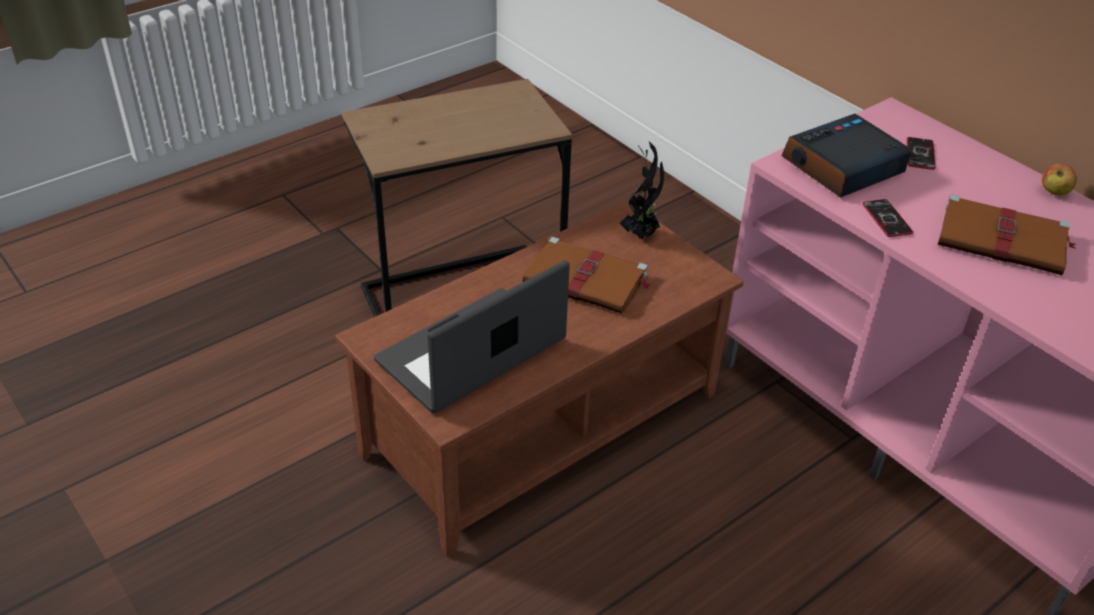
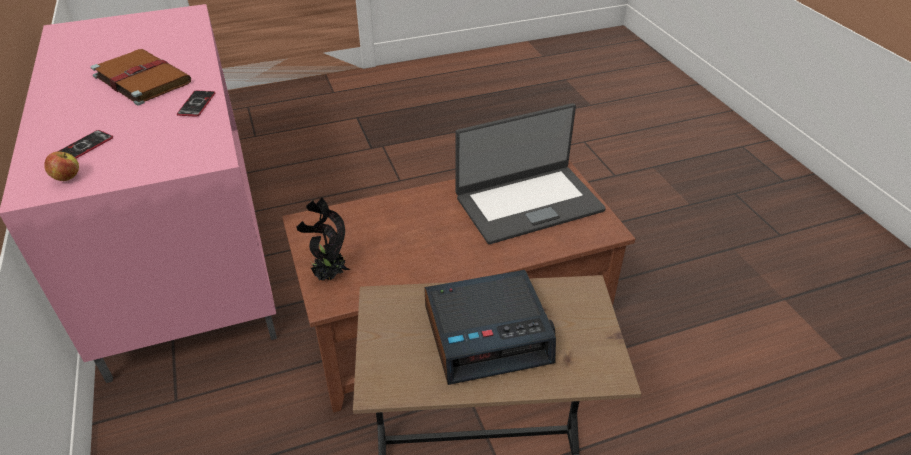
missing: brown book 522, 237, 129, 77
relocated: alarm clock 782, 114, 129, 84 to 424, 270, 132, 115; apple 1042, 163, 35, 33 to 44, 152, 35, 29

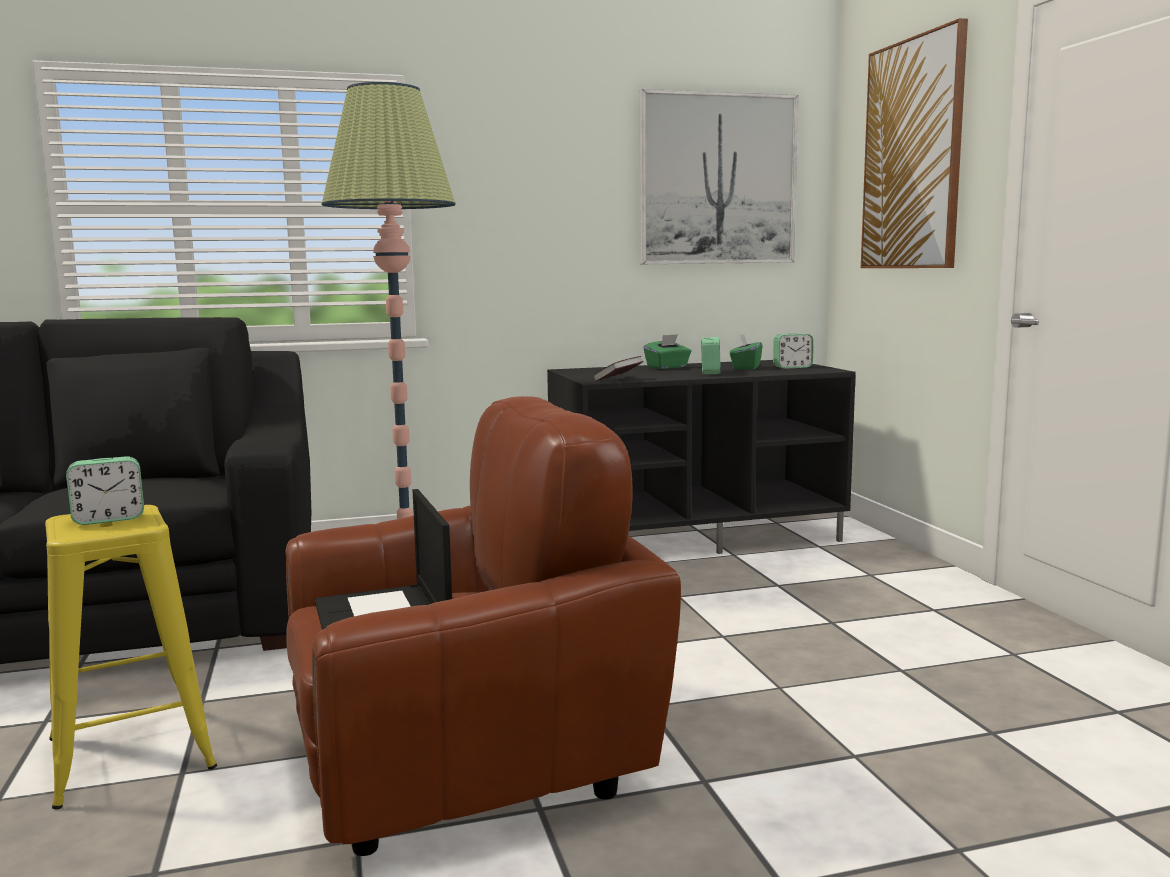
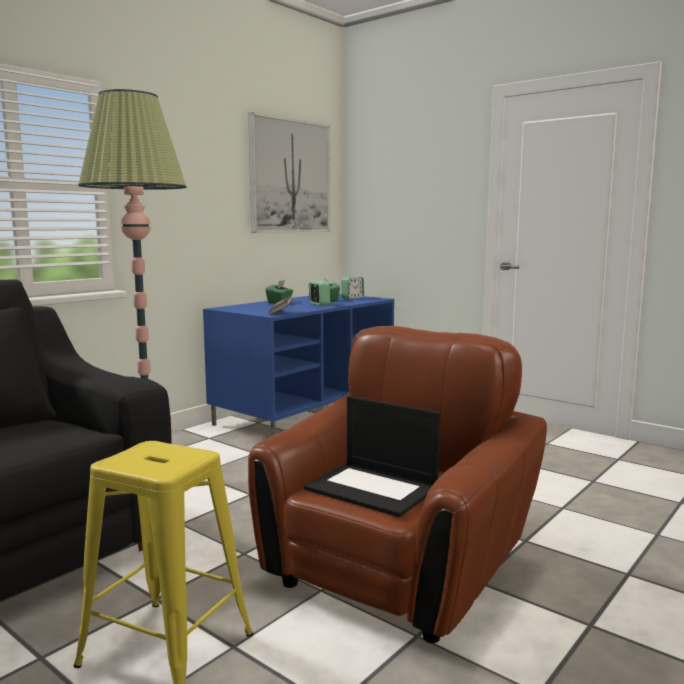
missing: alarm clock 66, 456, 78, 69; picture 861, 18, 107, 250
colour: black tv stand 547, 360, 309, 194 to blue tv stand 203, 294, 191, 142

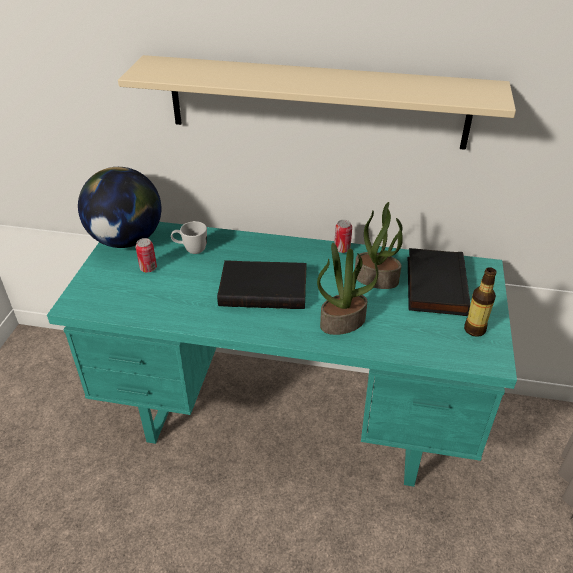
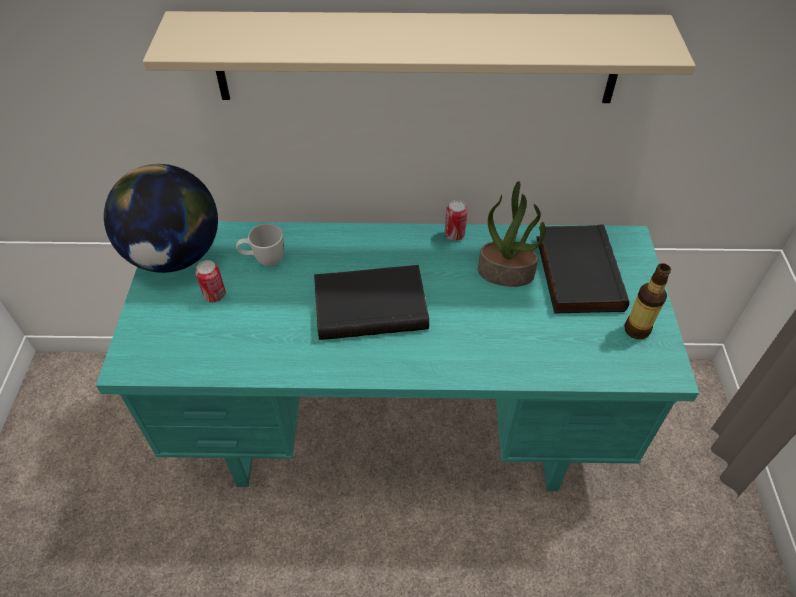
missing: potted plant 317, 243, 61, 92

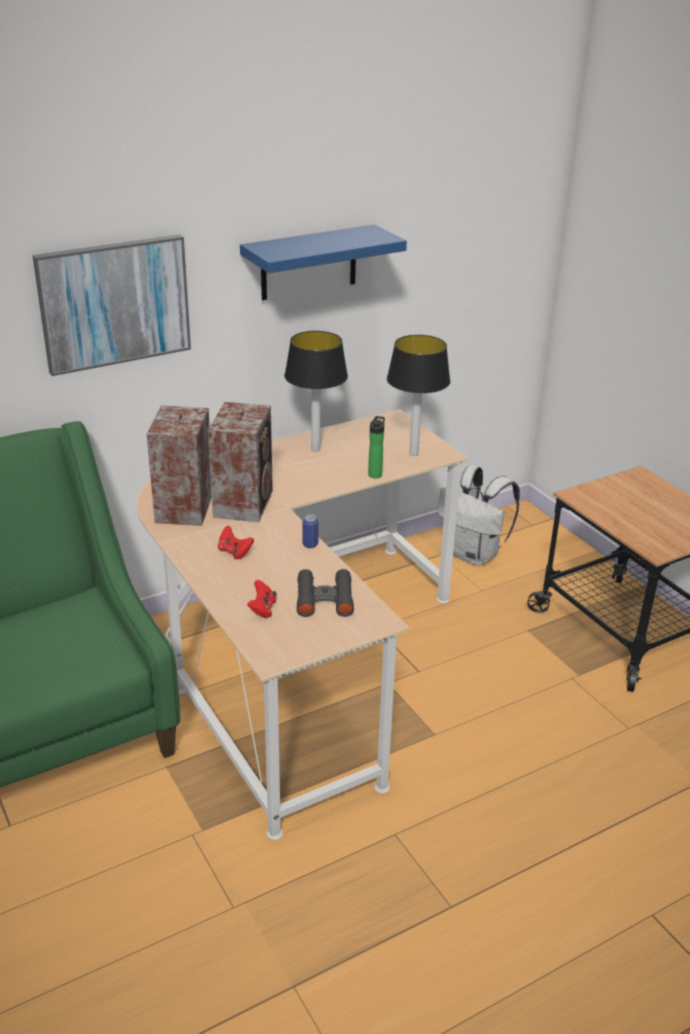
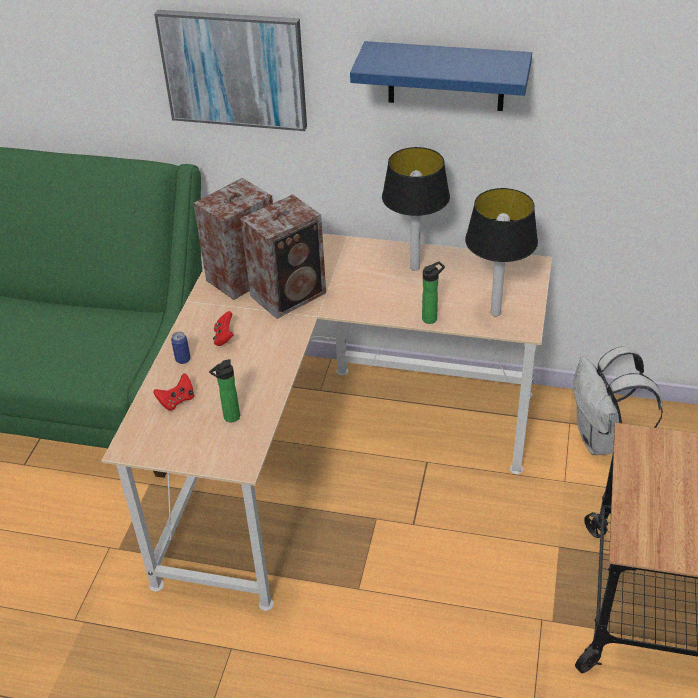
relocated: can 303, 514, 15, 34 to 171, 331, 19, 33
exchanged: black binoculars 297, 569, 57, 48 to bottle 209, 359, 31, 63

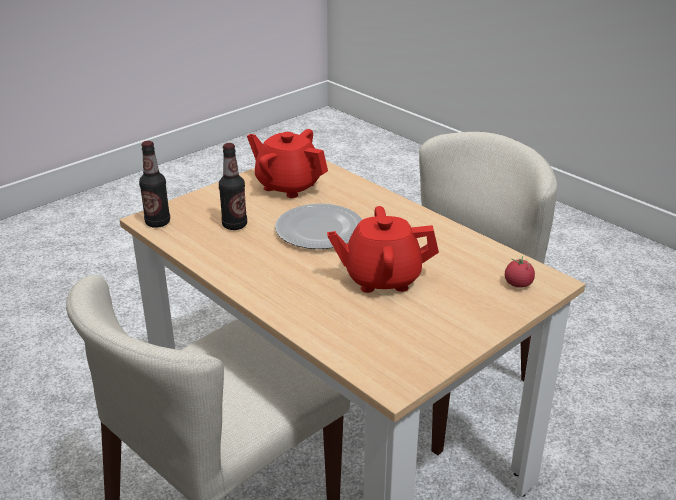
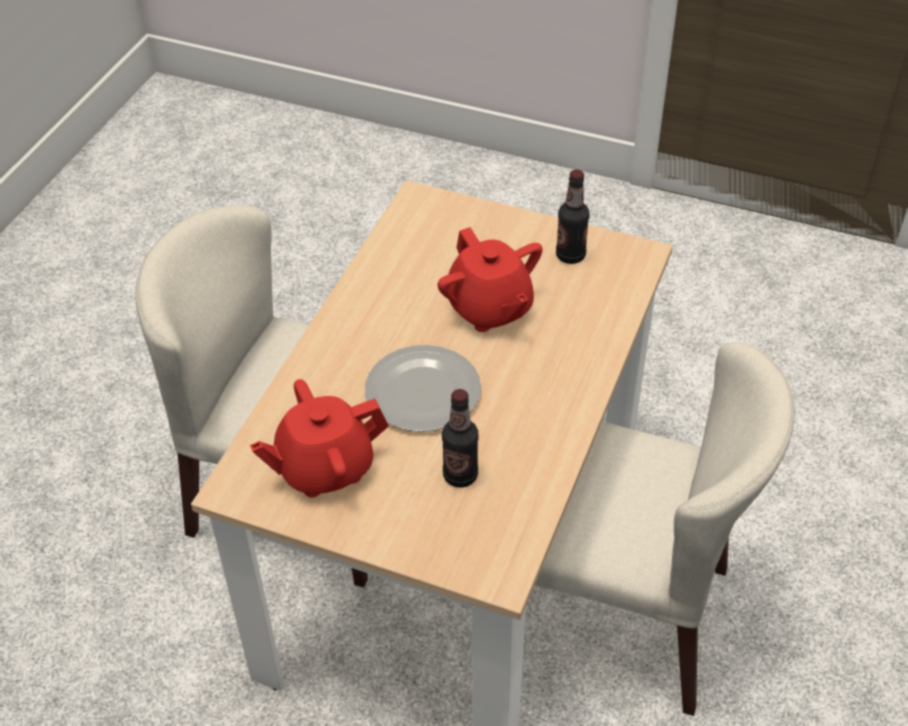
missing: tomato 505, 256, 30, 32
relocated: bottle 139, 141, 31, 87 to 556, 169, 33, 95
spun: red teapot 247, 129, 81, 69 = 250, 379, 139, 118 60 degrees clockwise

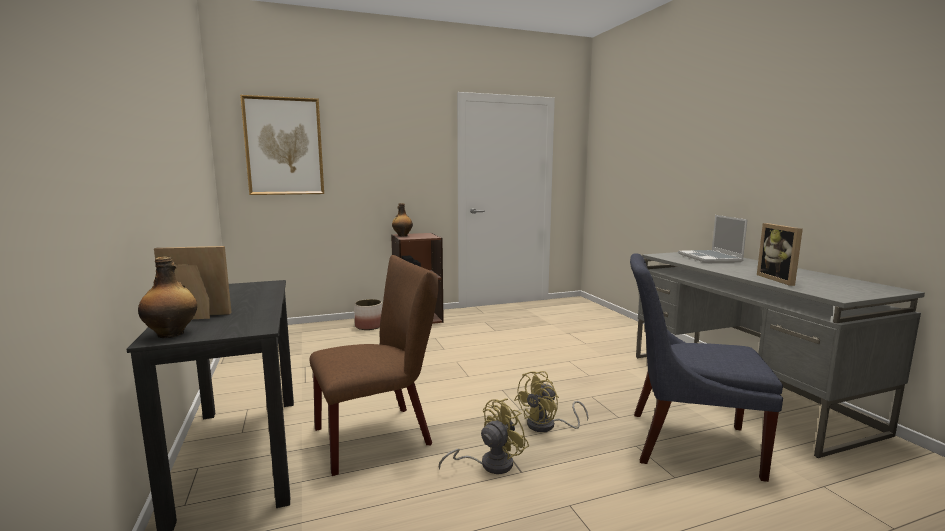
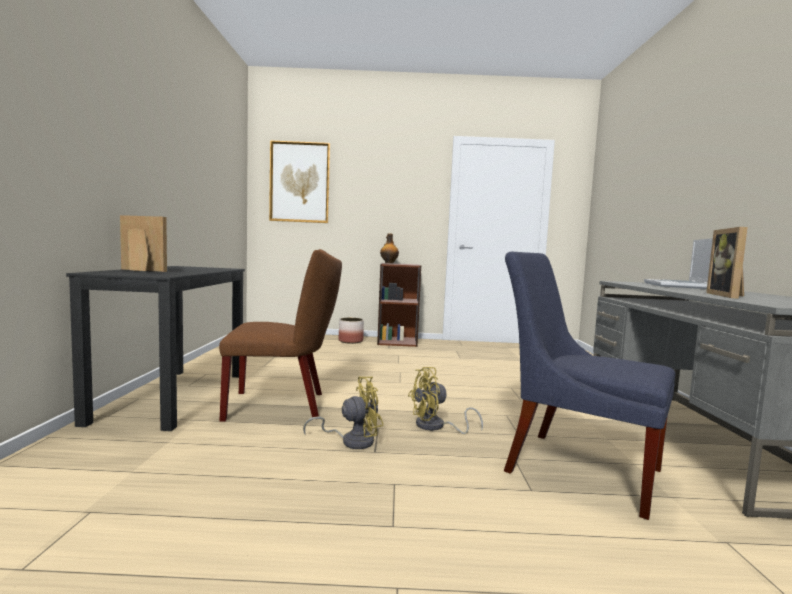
missing: bottle 138, 256, 59, 82

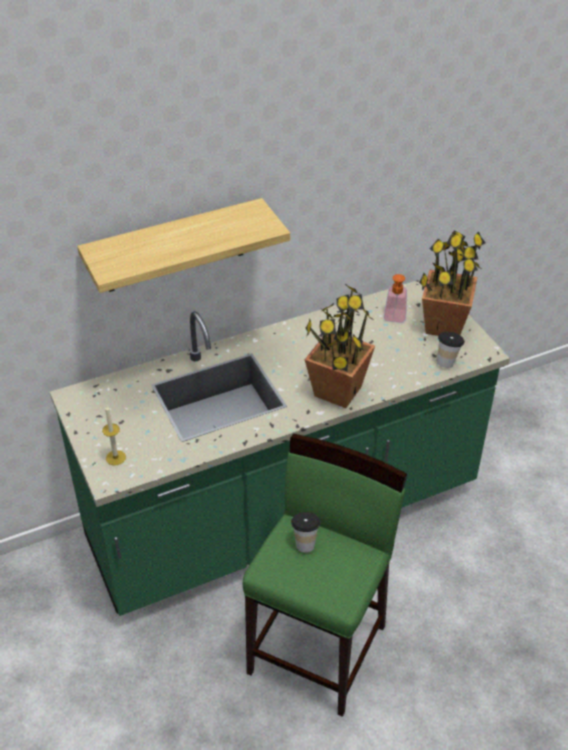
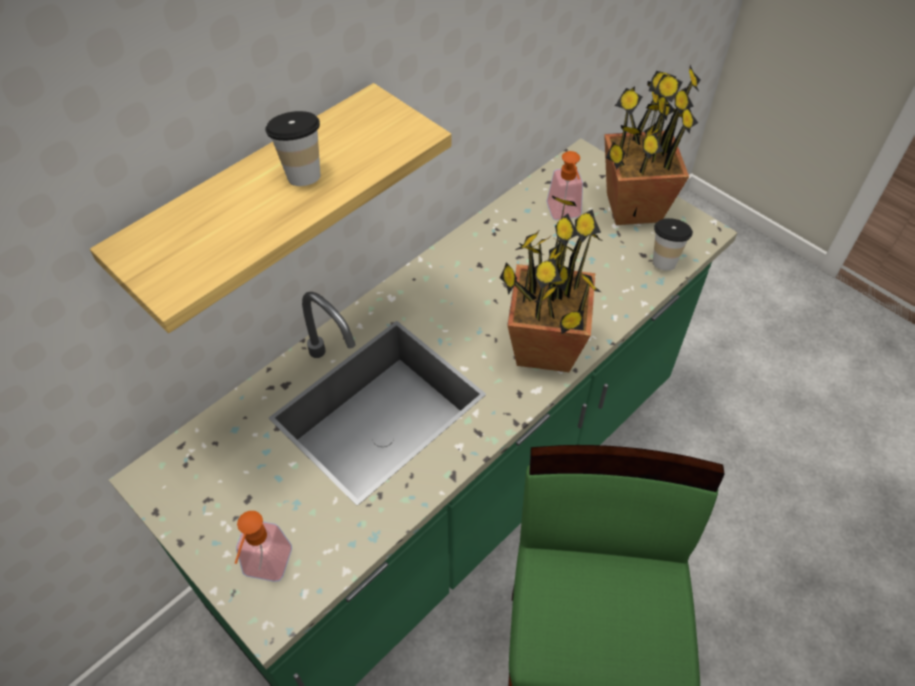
relocated: cup 291, 512, 29, 41 to 265, 111, 56, 75
exchanged: candle 102, 406, 24, 59 to soap dispenser 235, 511, 57, 71

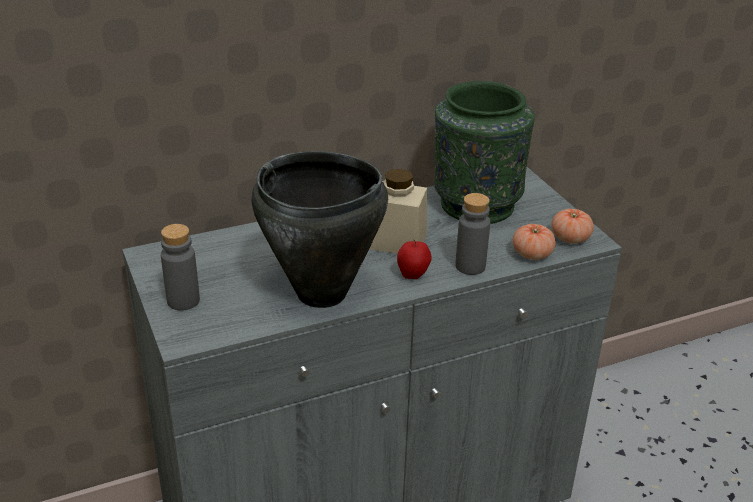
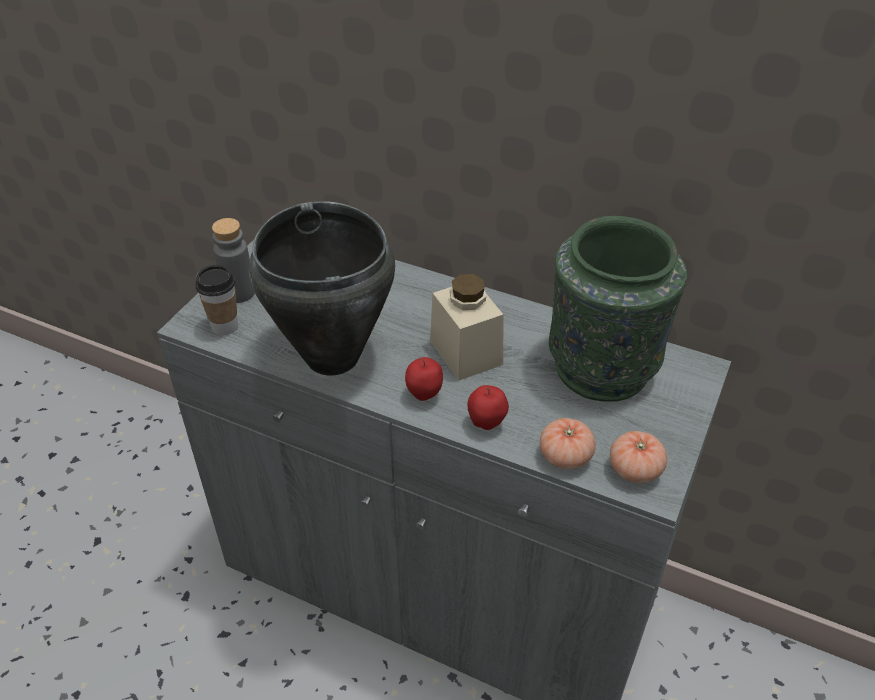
appeared: cup 196, 265, 42, 70
exchanged: grey bottle 455, 193, 35, 82 to apple 468, 385, 41, 45

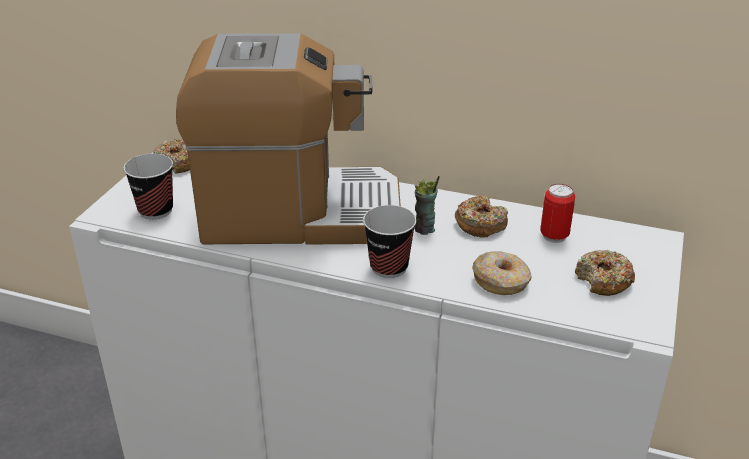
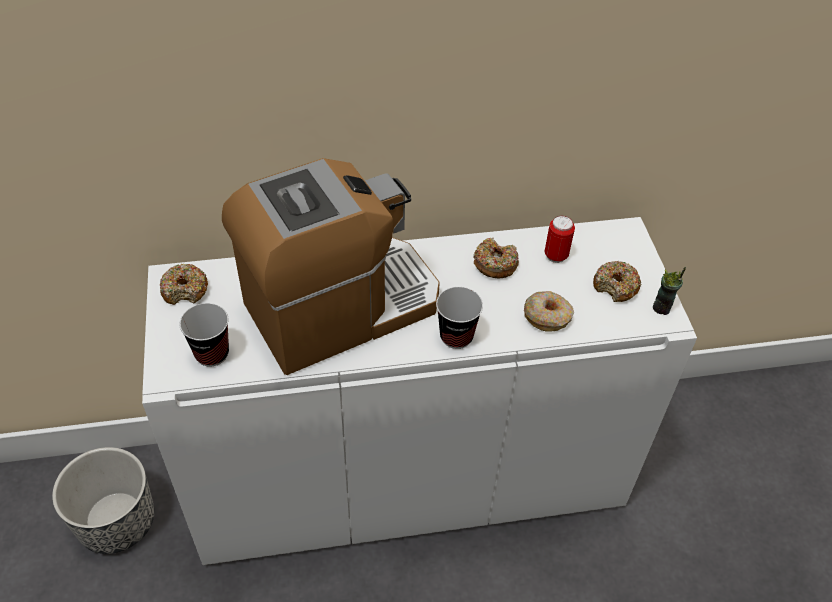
appeared: planter 52, 447, 103, 107
relocated: cup 414, 176, 26, 59 to 653, 267, 33, 48

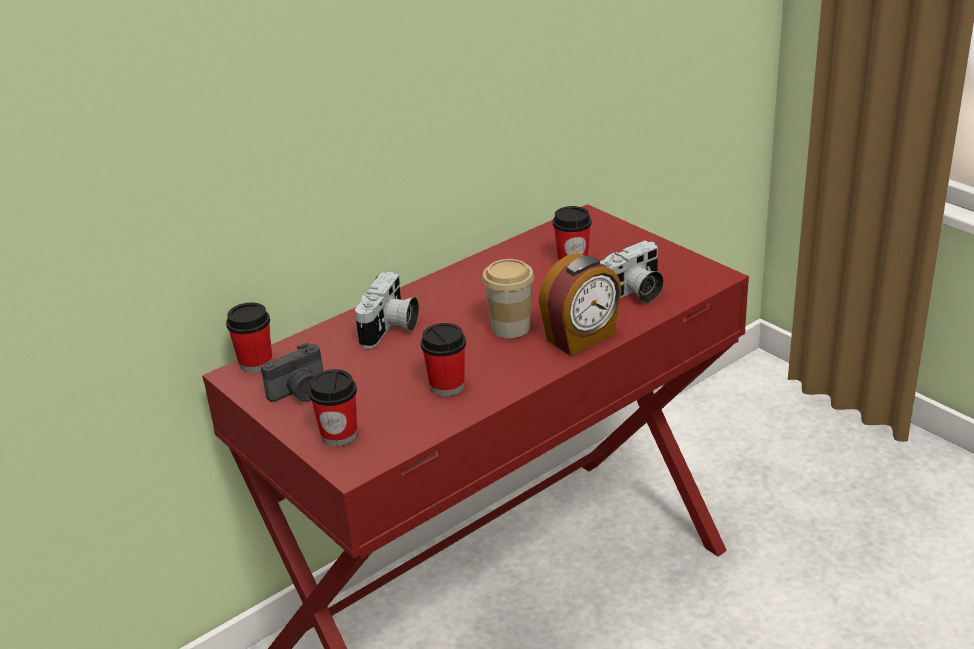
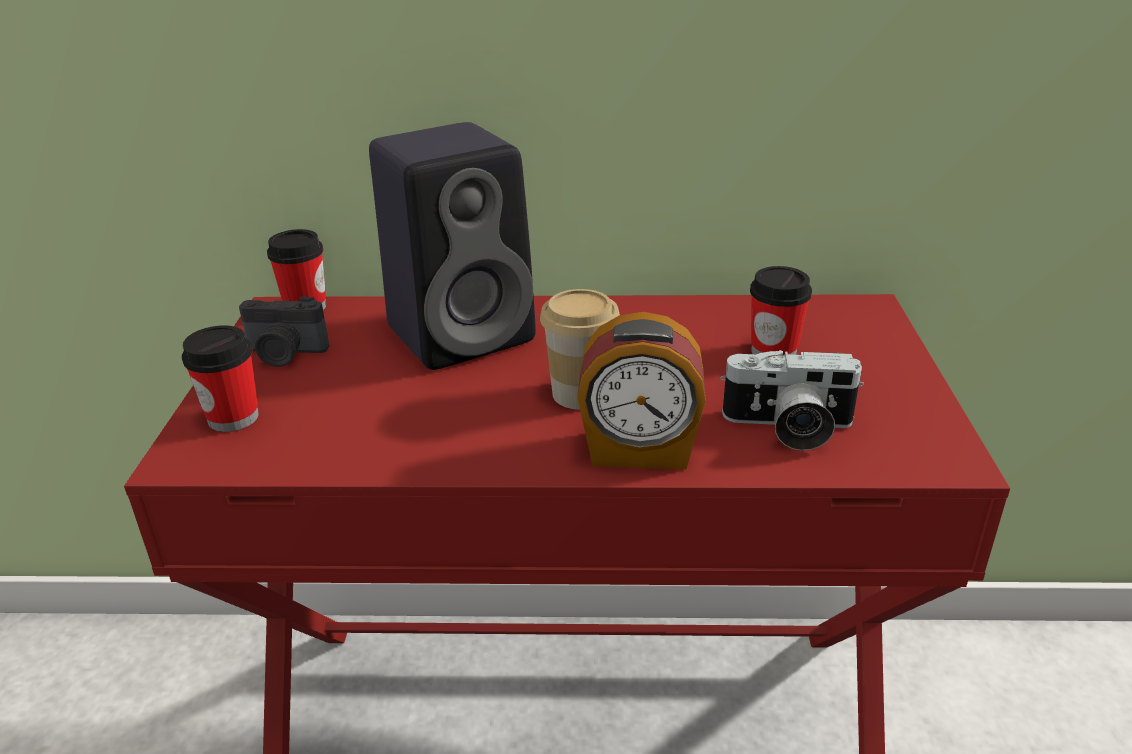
missing: cup 421, 323, 45, 73
exchanged: photo camera 355, 271, 64, 77 to black speaker 369, 122, 167, 248

